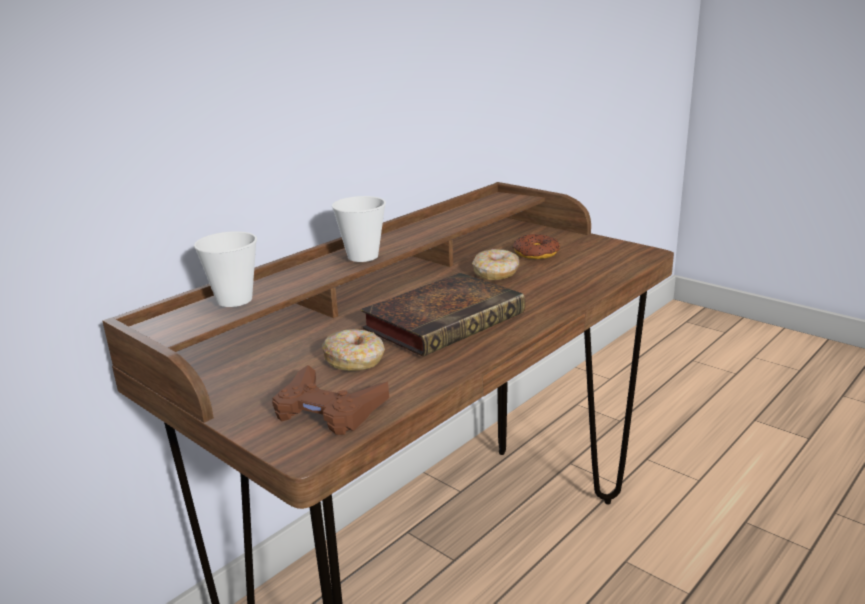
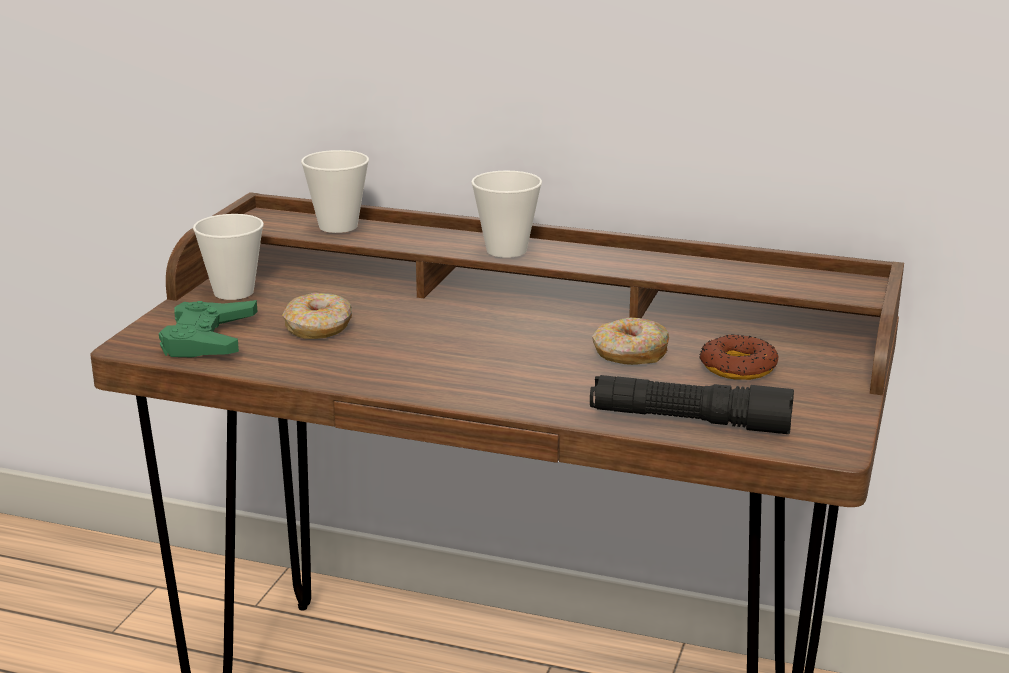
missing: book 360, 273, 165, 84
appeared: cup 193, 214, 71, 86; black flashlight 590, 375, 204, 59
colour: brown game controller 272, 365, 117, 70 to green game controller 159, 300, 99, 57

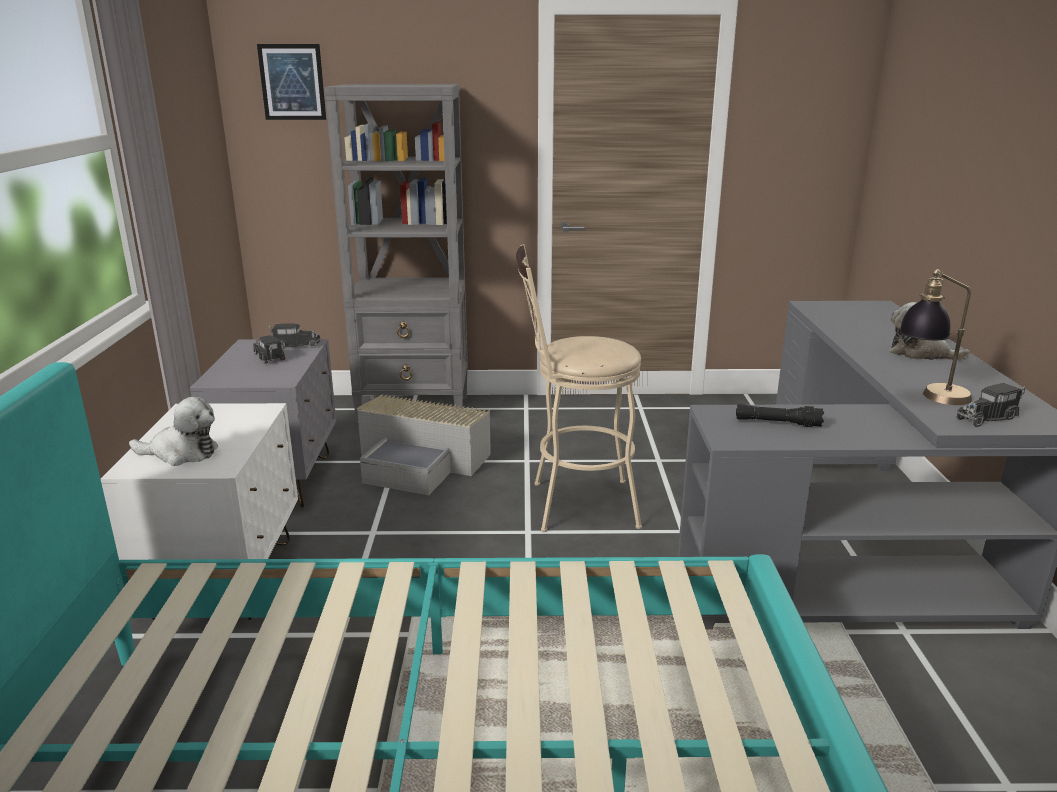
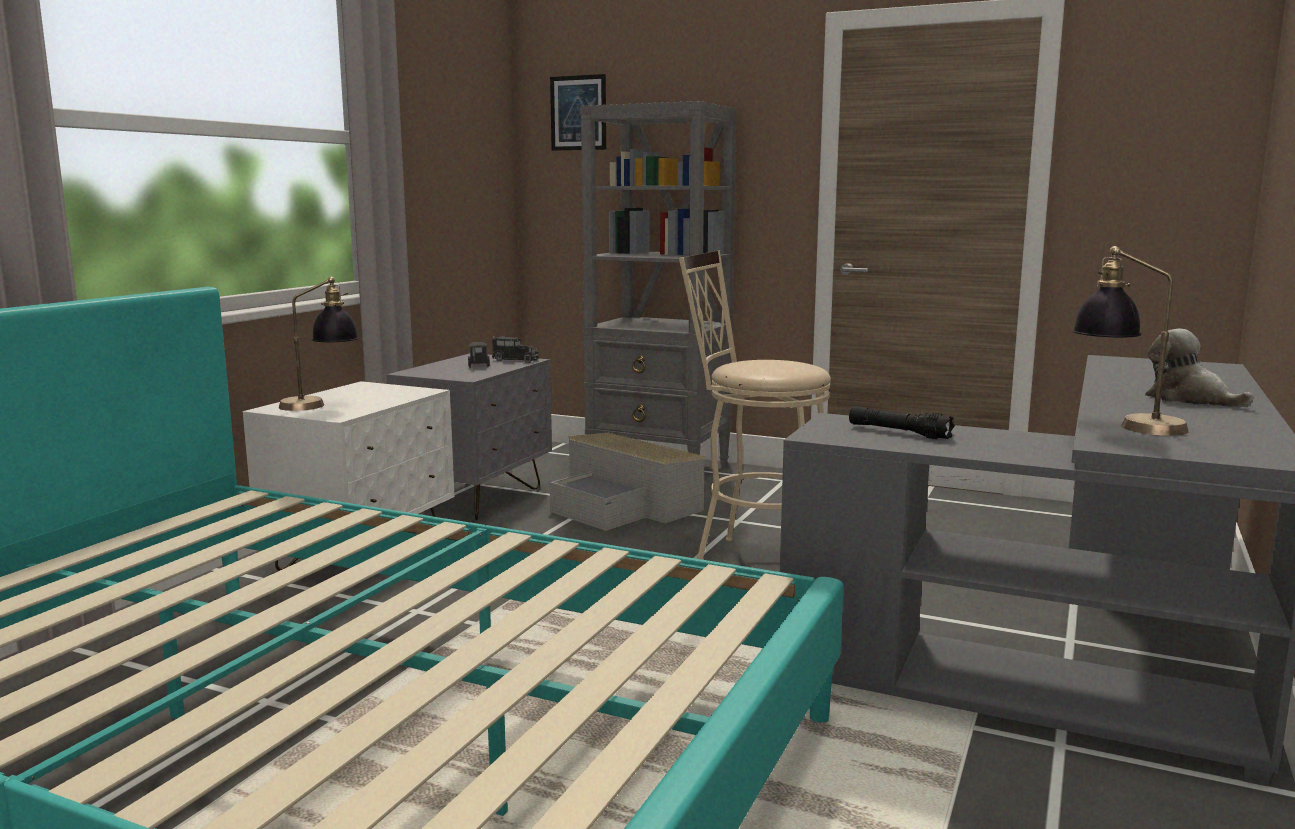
missing: toy truck 957, 383, 68, 44
exchanged: plush toy 129, 397, 89, 69 to table lamp 279, 277, 80, 134

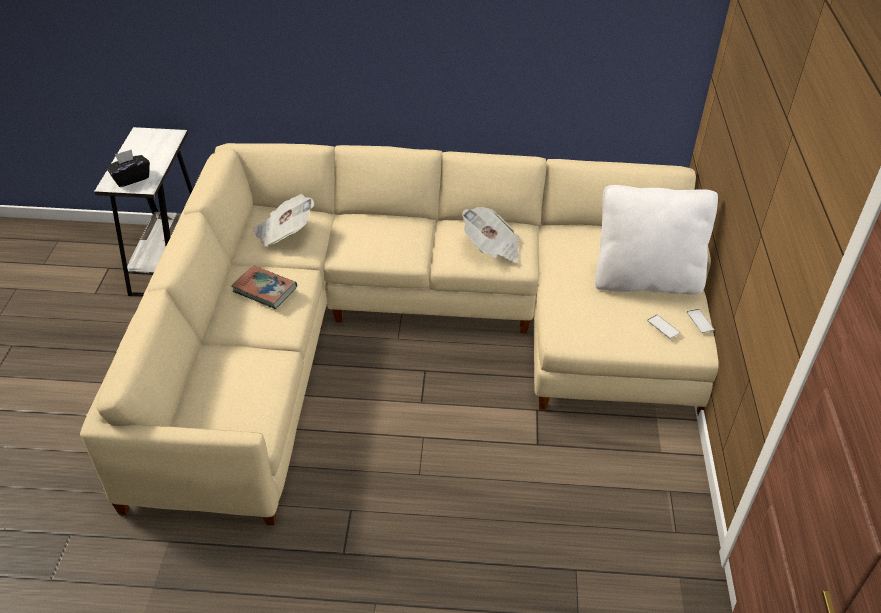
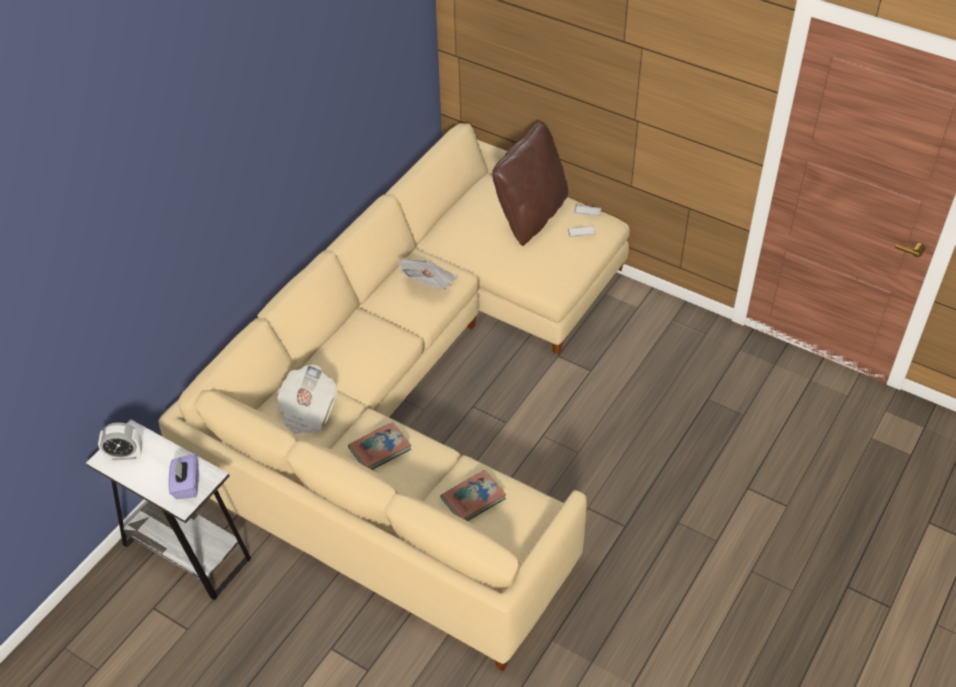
appeared: alarm clock 98, 422, 44, 38; book 440, 470, 66, 51
colour: black tissue box 106, 150, 44, 37 to purple tissue box 169, 453, 29, 46; white pillow 595, 185, 123, 110 to brown pillow 492, 122, 76, 124

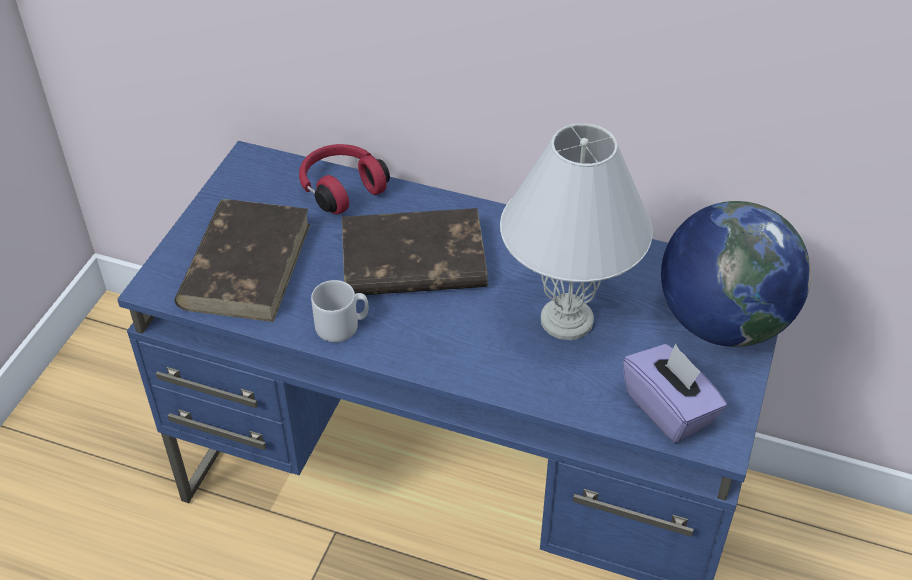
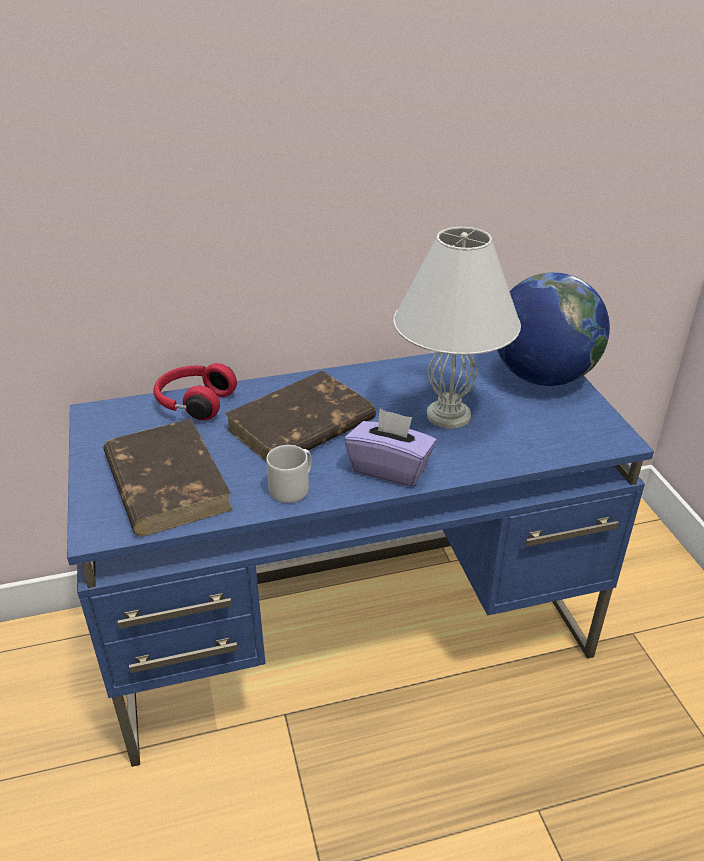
relocated: purple tissue box 623, 343, 104, 100 to 344, 408, 93, 79

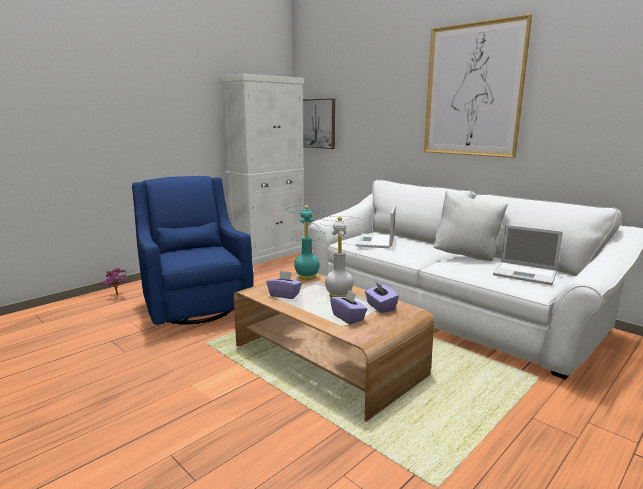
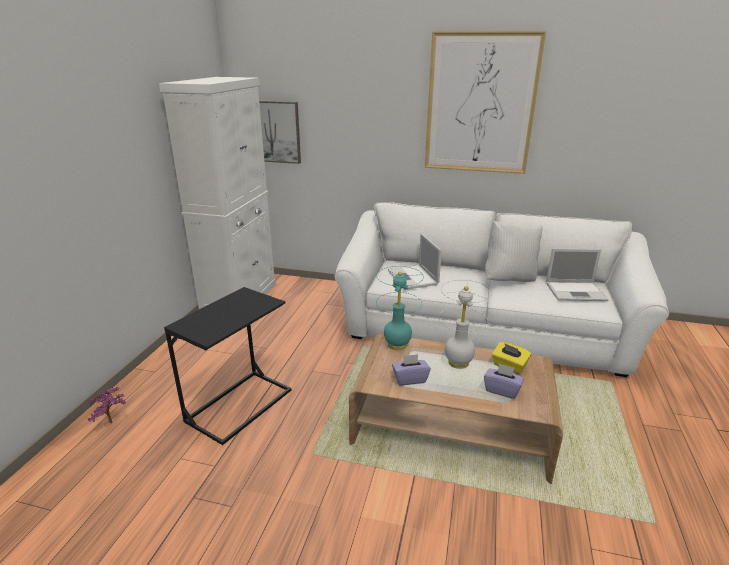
exchanged: blue armchair 132, 176, 121, 149 to black side table 164, 287, 127, 158
colour: purple tissue box 365, 281, 34, 32 to yellow tissue box 492, 342, 39, 32

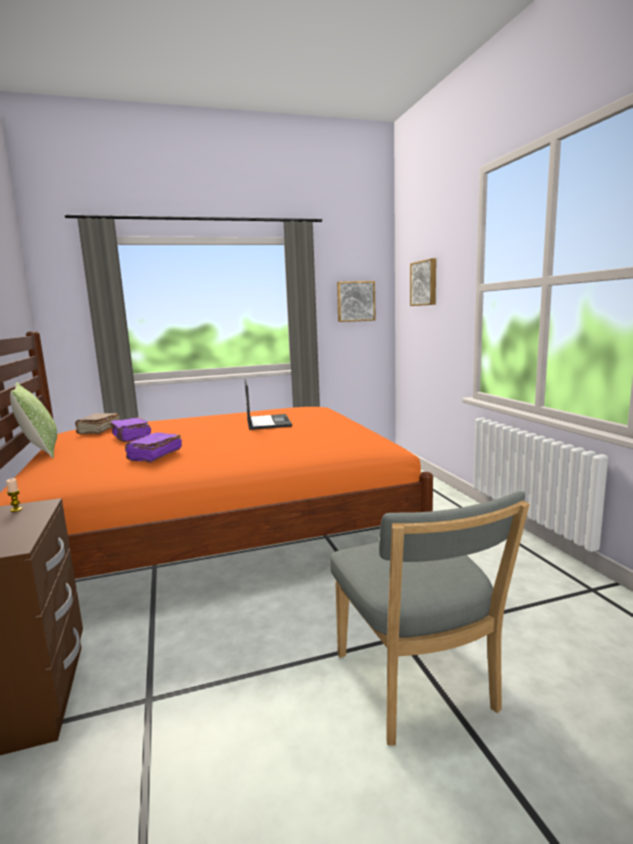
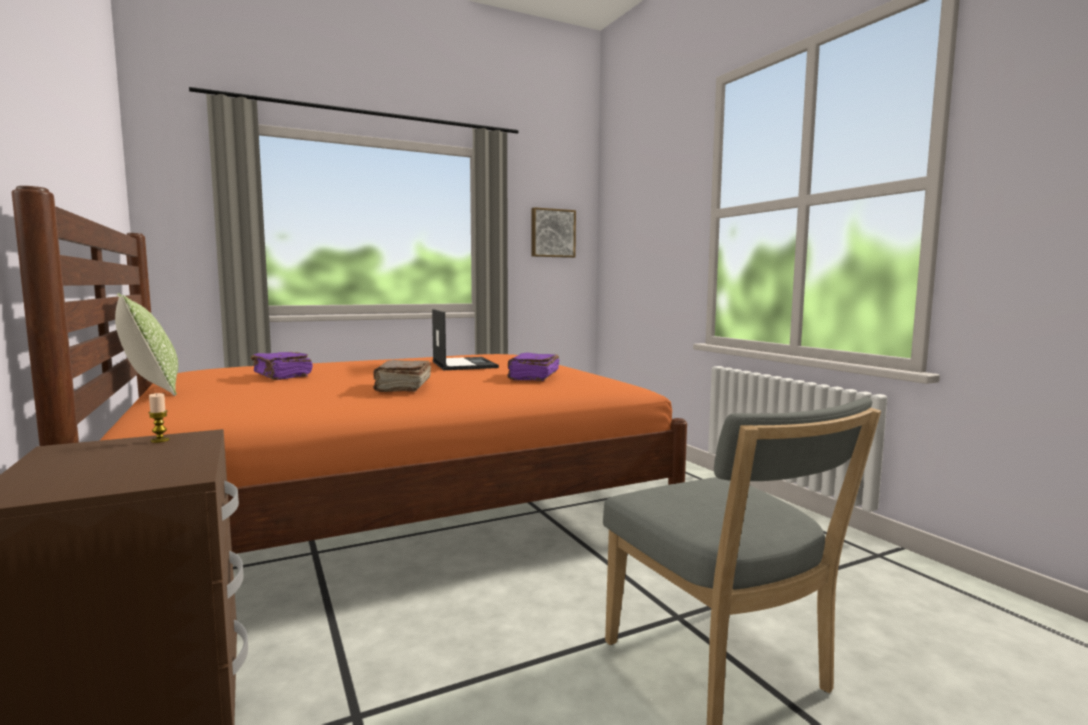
missing: picture 410, 258, 26, 48
relocated: brown book 75, 413, 45, 21 to 373, 360, 58, 32; purple book 125, 432, 57, 31 to 507, 353, 53, 28

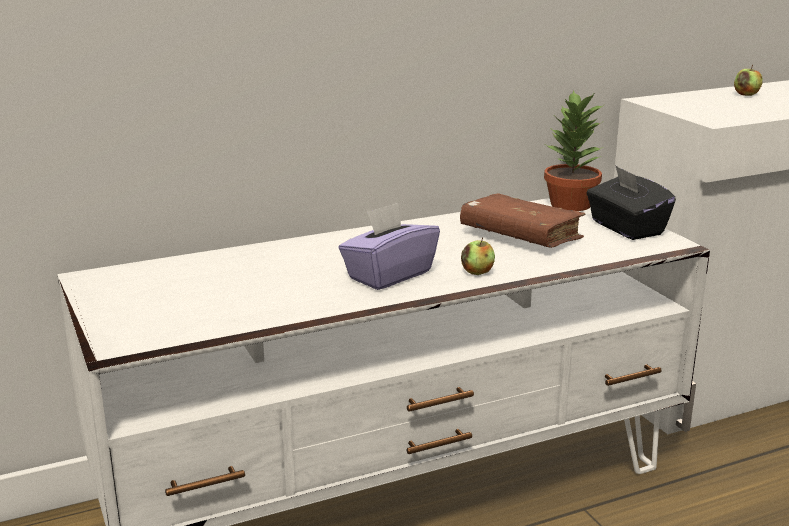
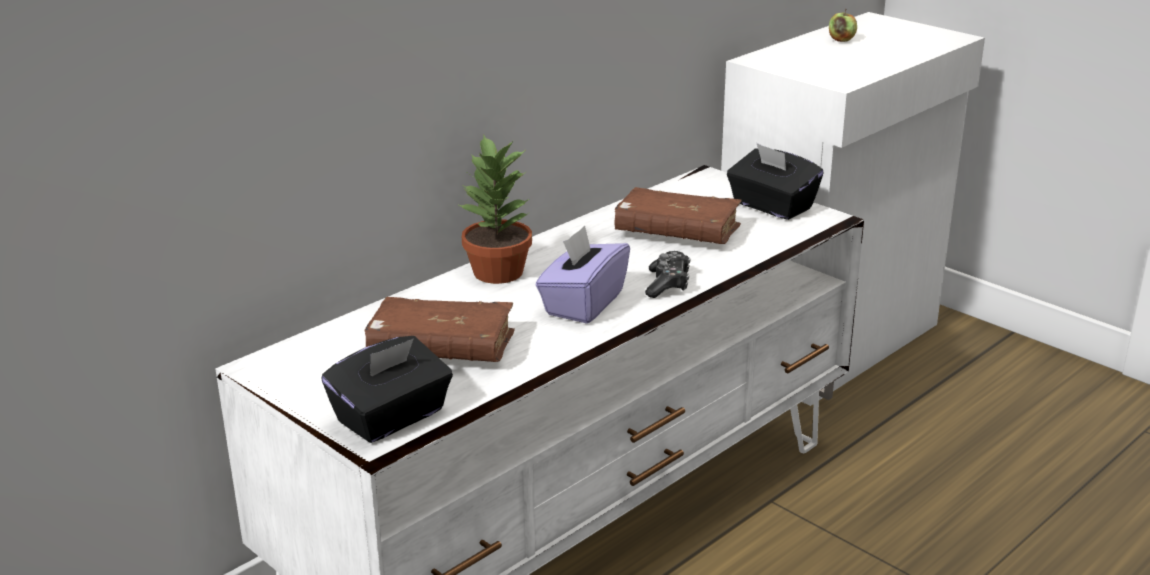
appeared: black tissue box 321, 336, 132, 107; brown book 365, 297, 150, 65
relocated: potted plant 544, 90, 60, 121 to 457, 135, 75, 149
exchanged: apple 461, 237, 34, 38 to game controller 645, 251, 45, 47

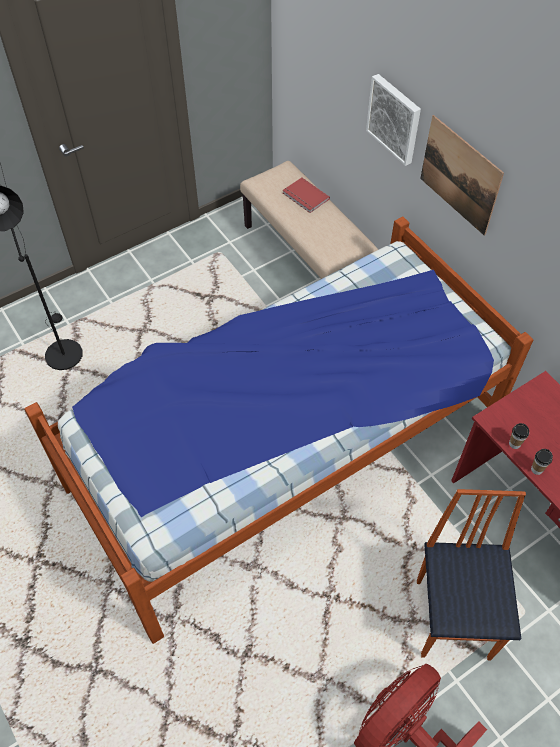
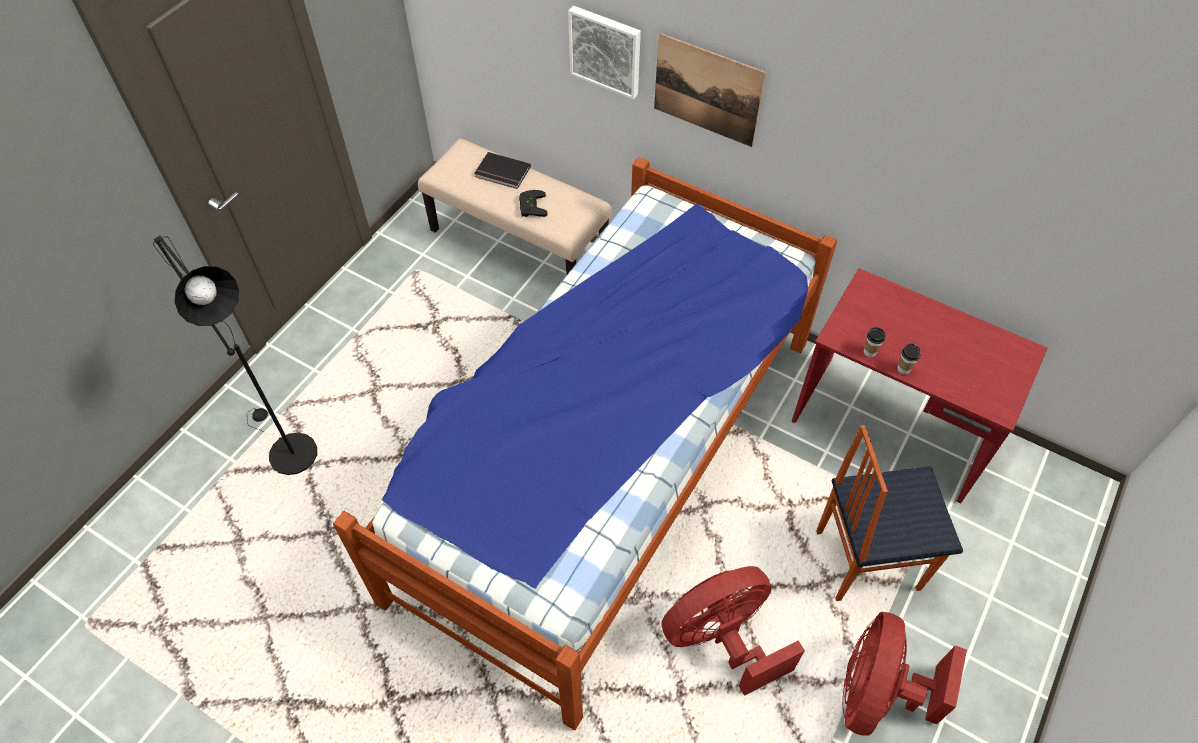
appeared: black game controller 519, 190, 29, 27; red fan 661, 566, 144, 130
colour: red book 283, 178, 47, 35 to black book 474, 152, 57, 37
spun: chair 417, 489, 109, 171 = 816, 425, 147, 176 75 degrees counterclockwise

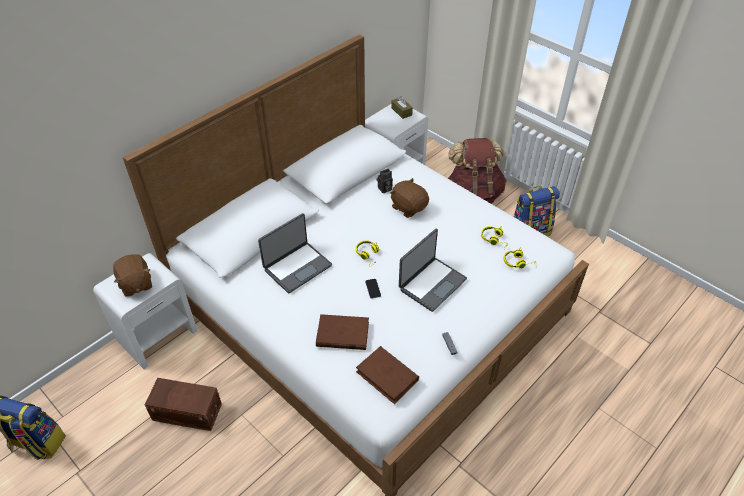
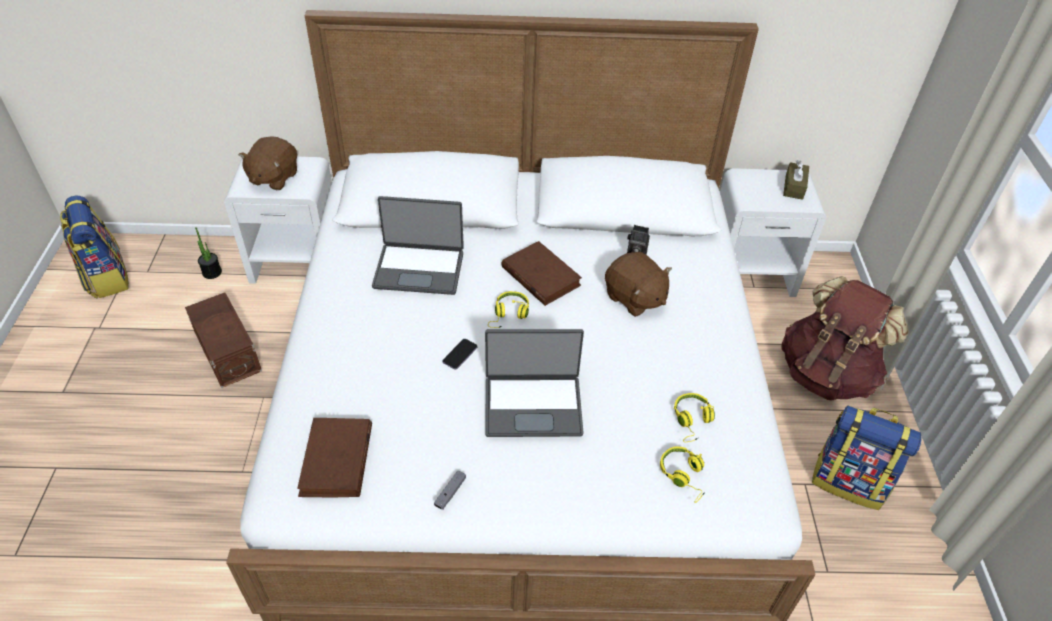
appeared: potted plant 195, 227, 27, 52
relocated: brown book 316, 314, 53, 36 to 501, 241, 81, 65
spun: brown plush toy 391, 178, 38, 40 = 605, 252, 67, 65 135 degrees clockwise

